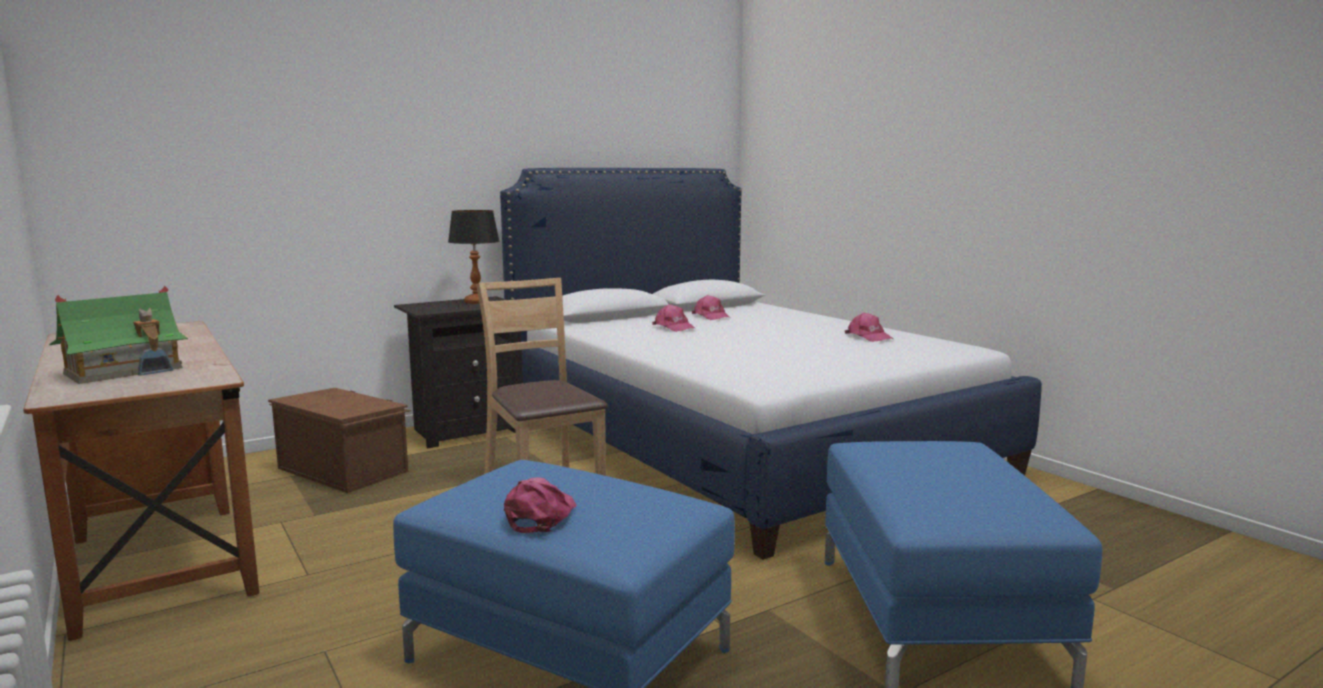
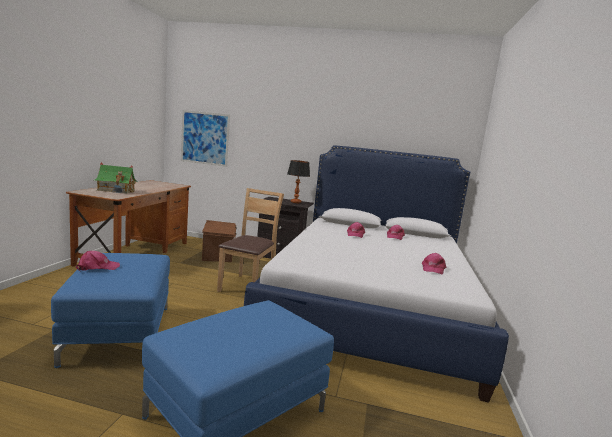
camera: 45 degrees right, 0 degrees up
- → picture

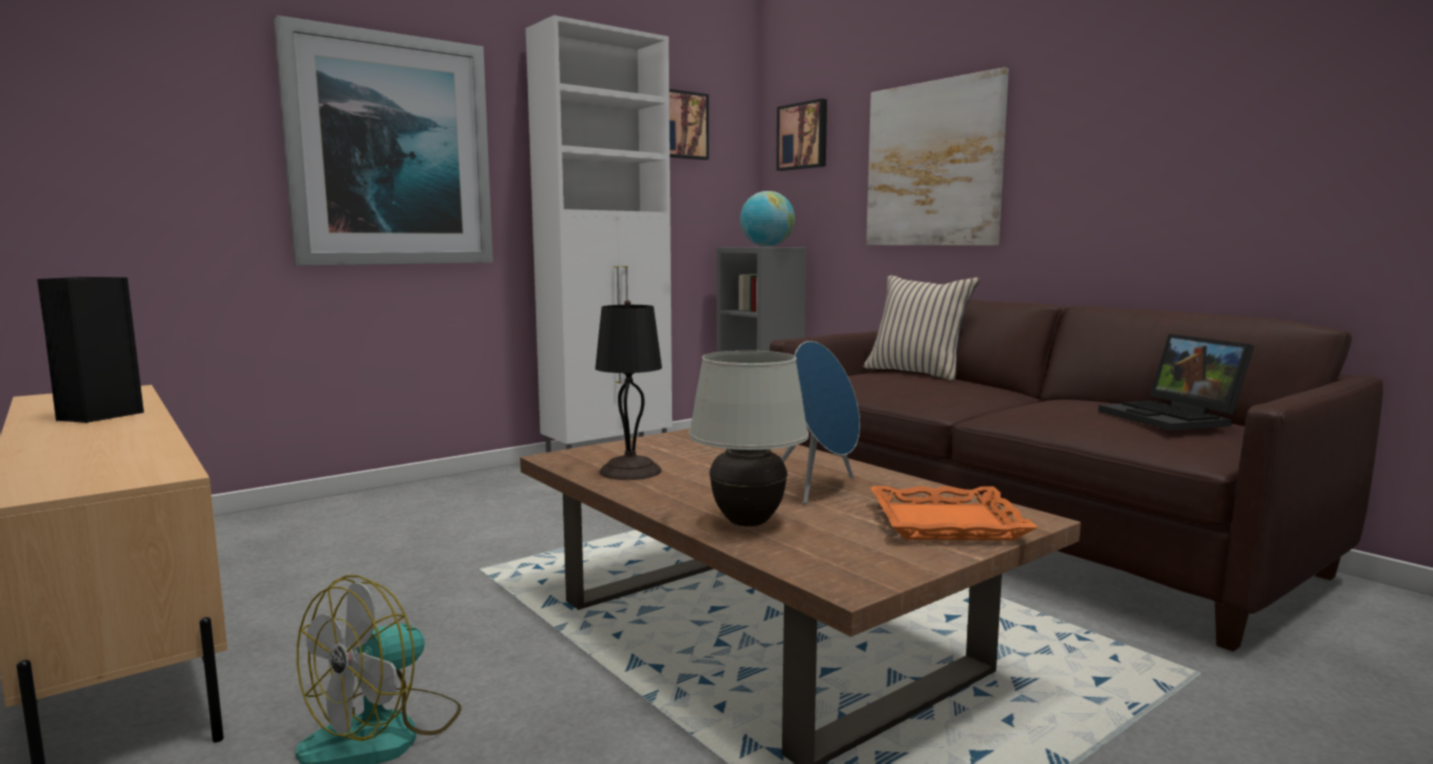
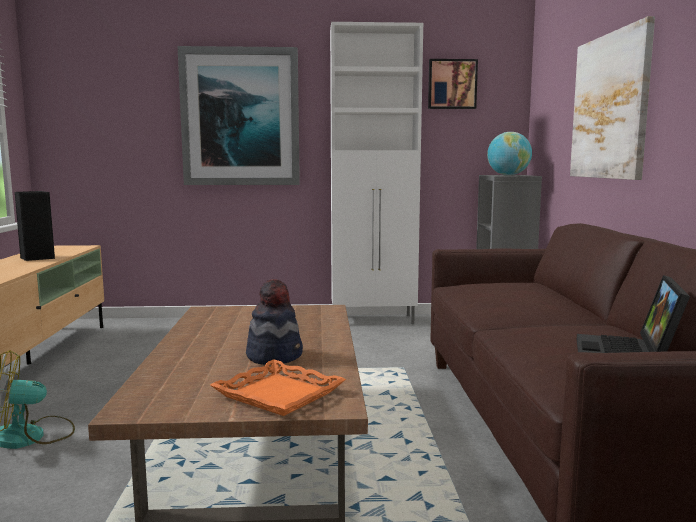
camera: 35 degrees right, 0 degrees up
black-coloured lamp for a table → -
whitish lamp for a table → -
picture (no. 3 from left) → -
blue-coloured loudspeaker → clothing hat
sand-coloured pillow → -

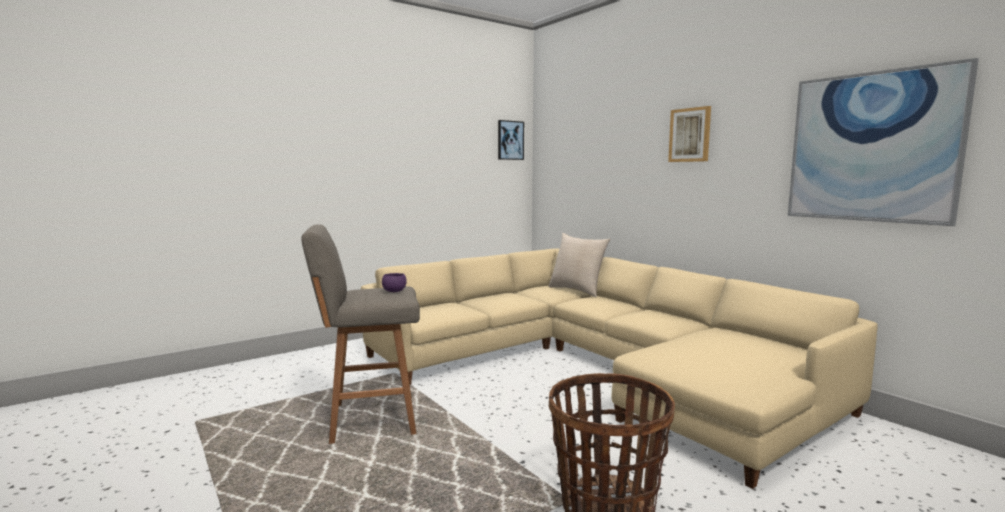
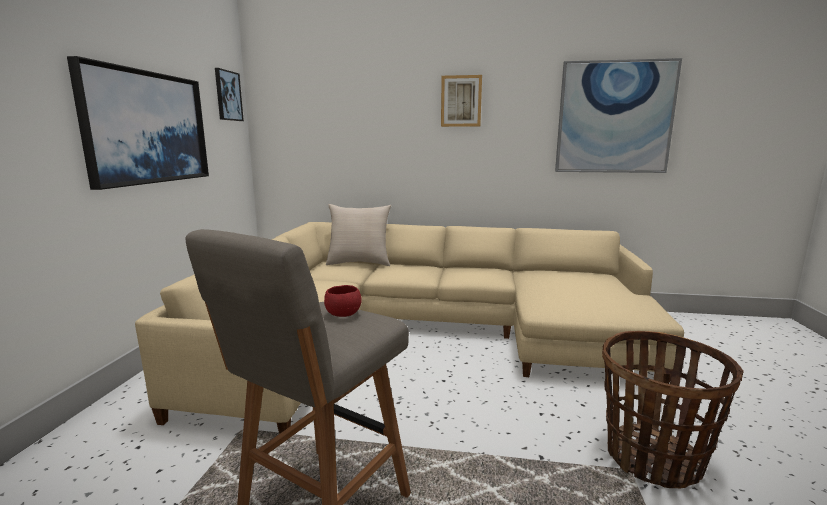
camera: 45 degrees left, 5 degrees up
purple deep dish → reddish deep dish
- → picture (no. 1 from left)

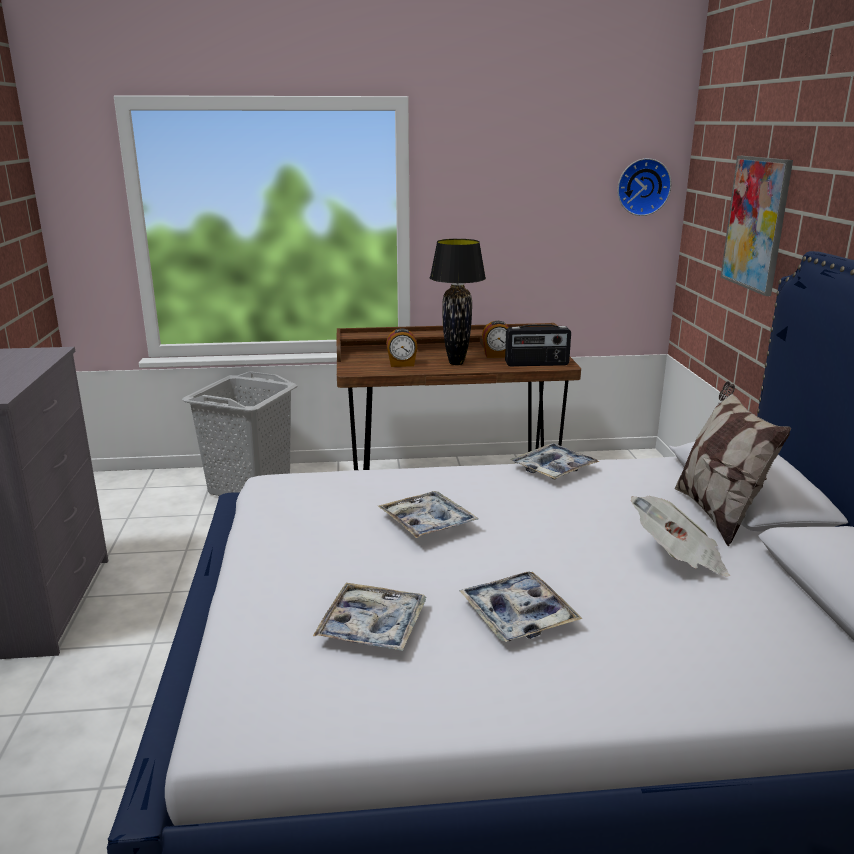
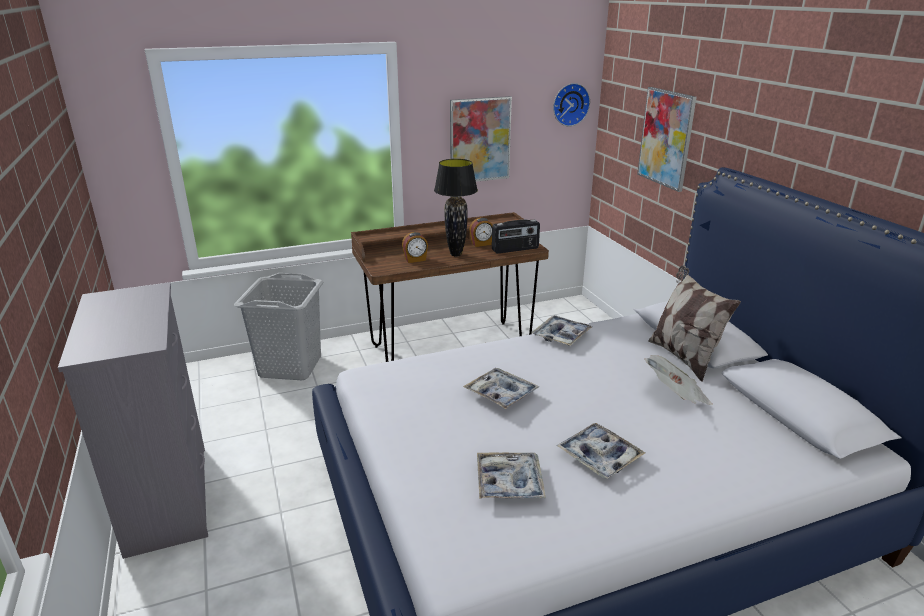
camera: 15 degrees left, 5 degrees up
- → picture (no. 1 from left)

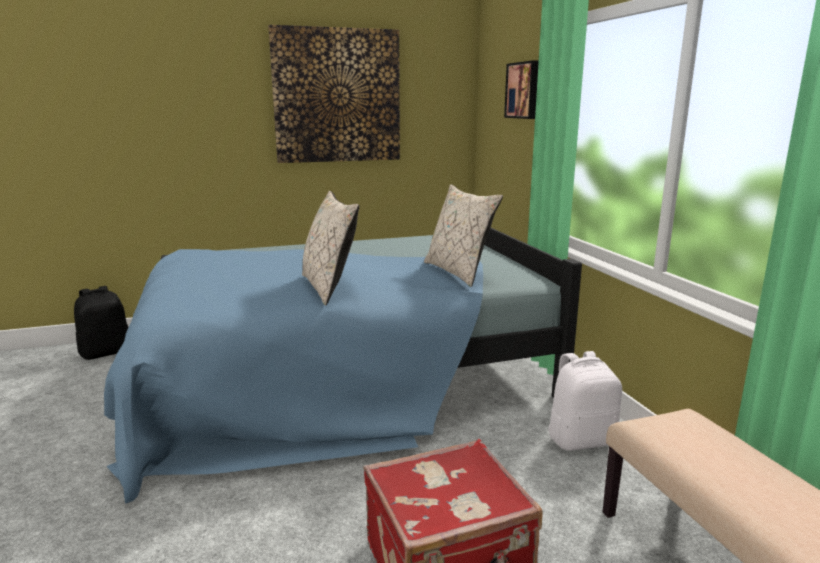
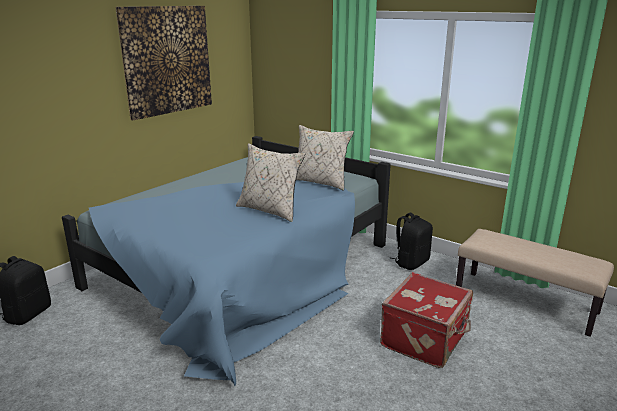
camera: 35 degrees left, 5 degrees up
picture (no. 2 from left) → -
whitish backpack → black-coloured backpack (no. 2 from left)

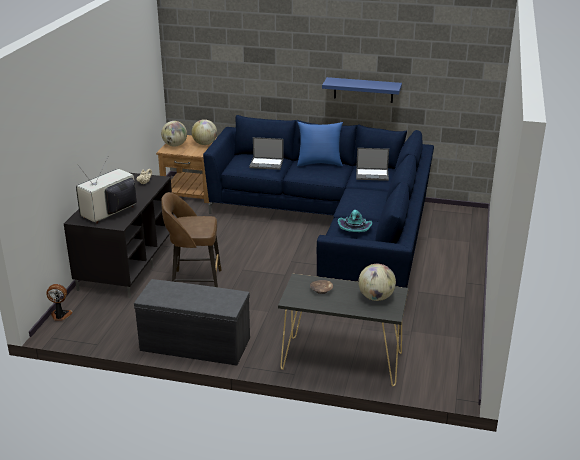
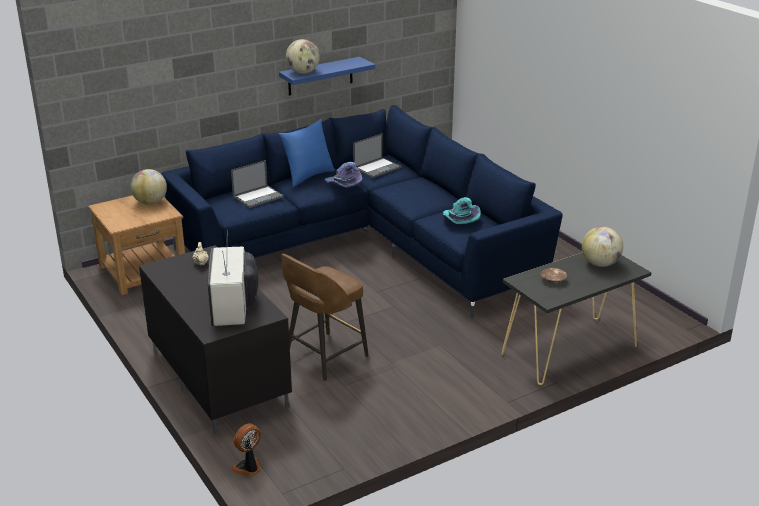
camera: 45 degrees left, 0 degrees up
gray indoor bench → -
world globe (no. 1 from left in the first image) → world globe (no. 2 from left), relocated
- → purple clothing hat

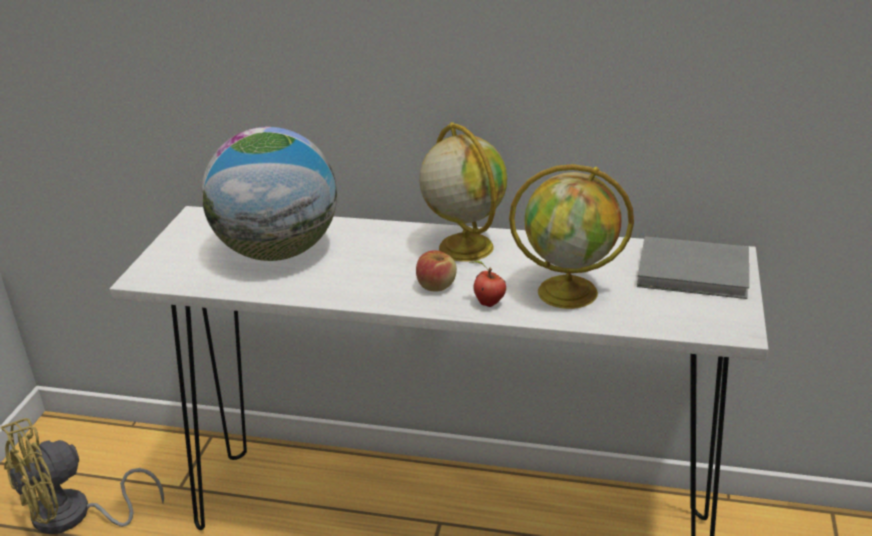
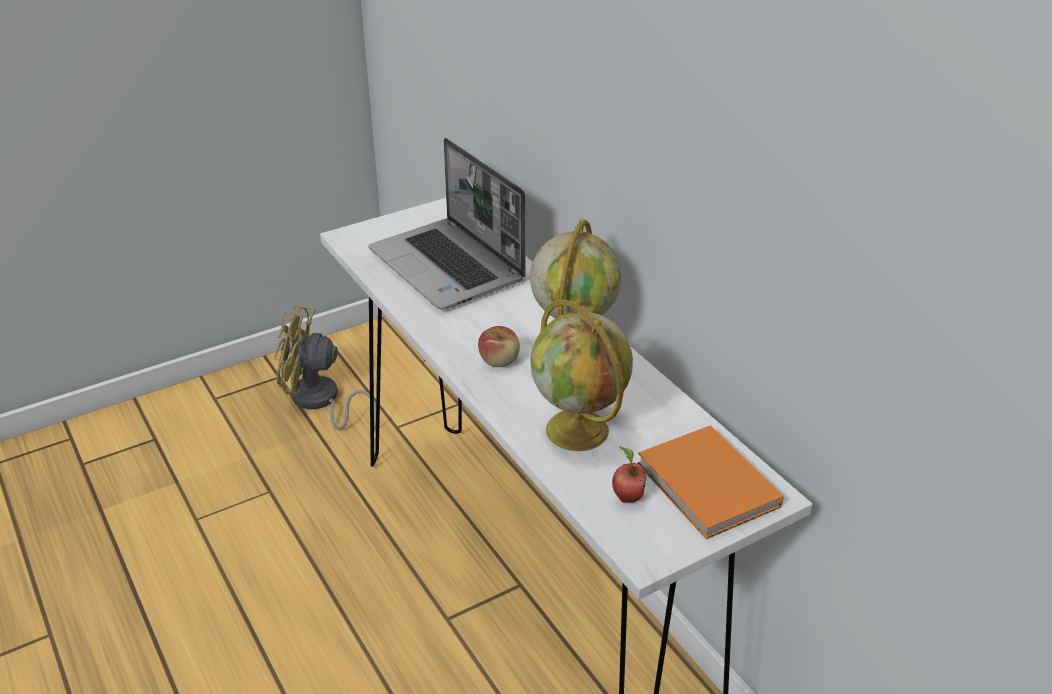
camera: 45 degrees right, 5 degrees up
world globe (no. 1 from left) → laptop
apple fruit (no. 2 from left), relocated
gray book → orange book

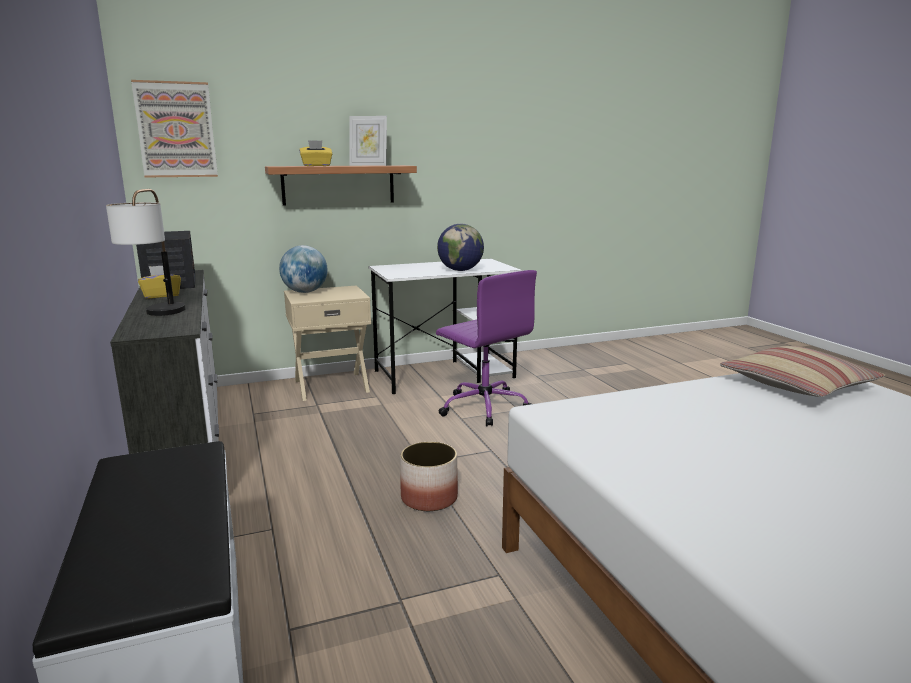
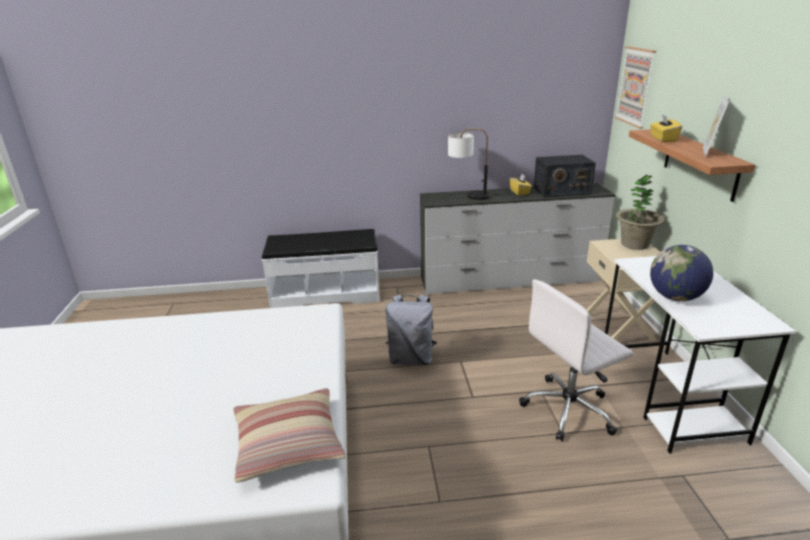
camera: 105 degrees right, 10 degrees up
world globe (no. 1 from left) → houseplant
flower pot → gray backpack
purple desk chair → whitish desk chair

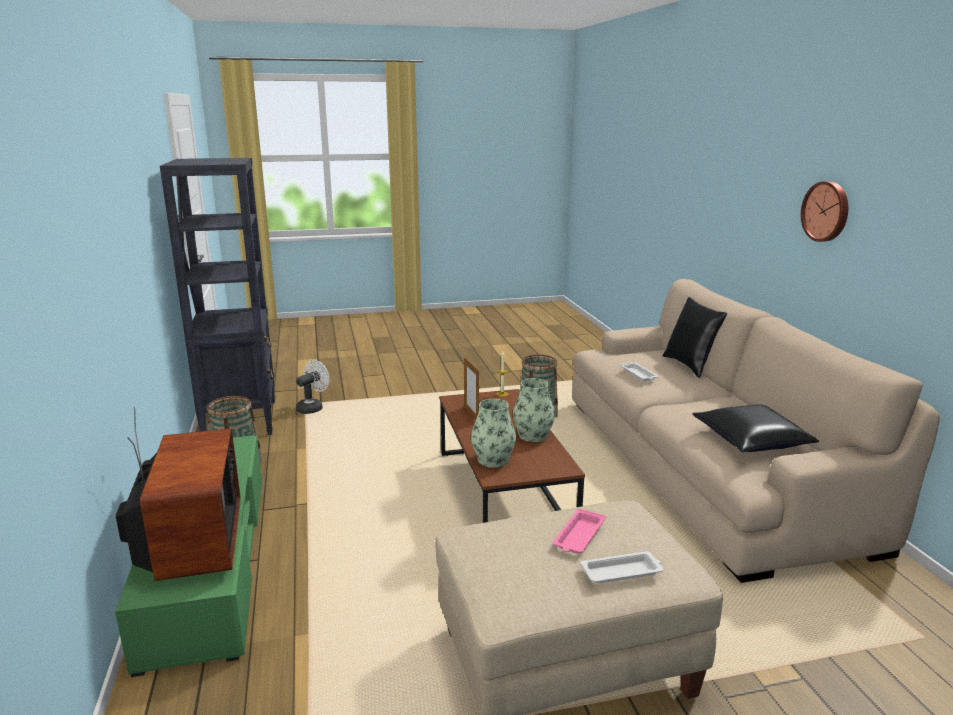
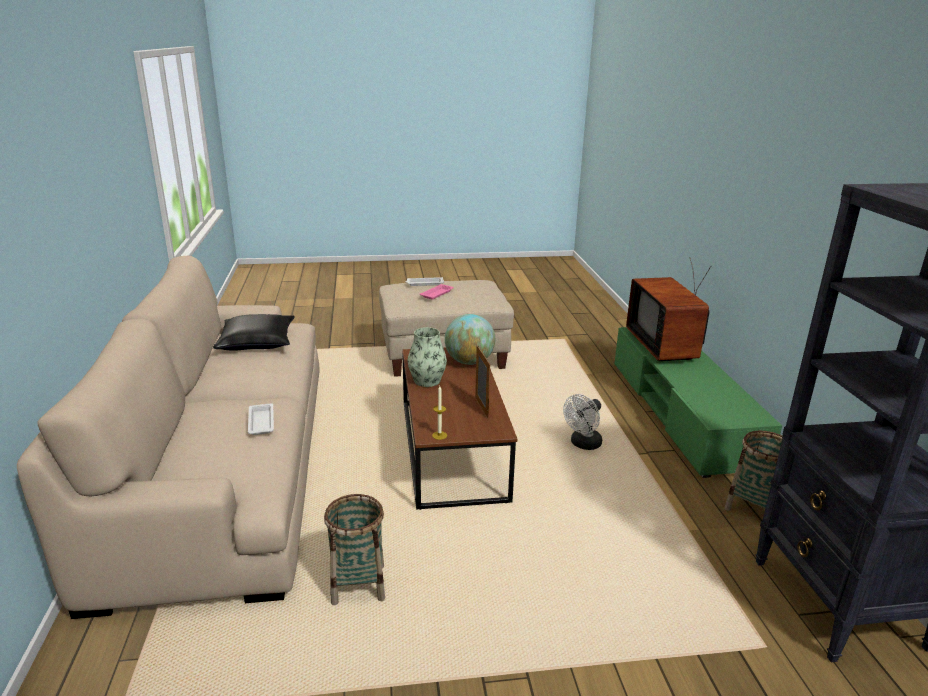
camera: 175 degrees left, 5 degrees up
whitish electric fan, relocated
decorative vase (no. 1 from left) → world globe
black-coloured pillow (no. 1 from left) → -
hanging clock → -

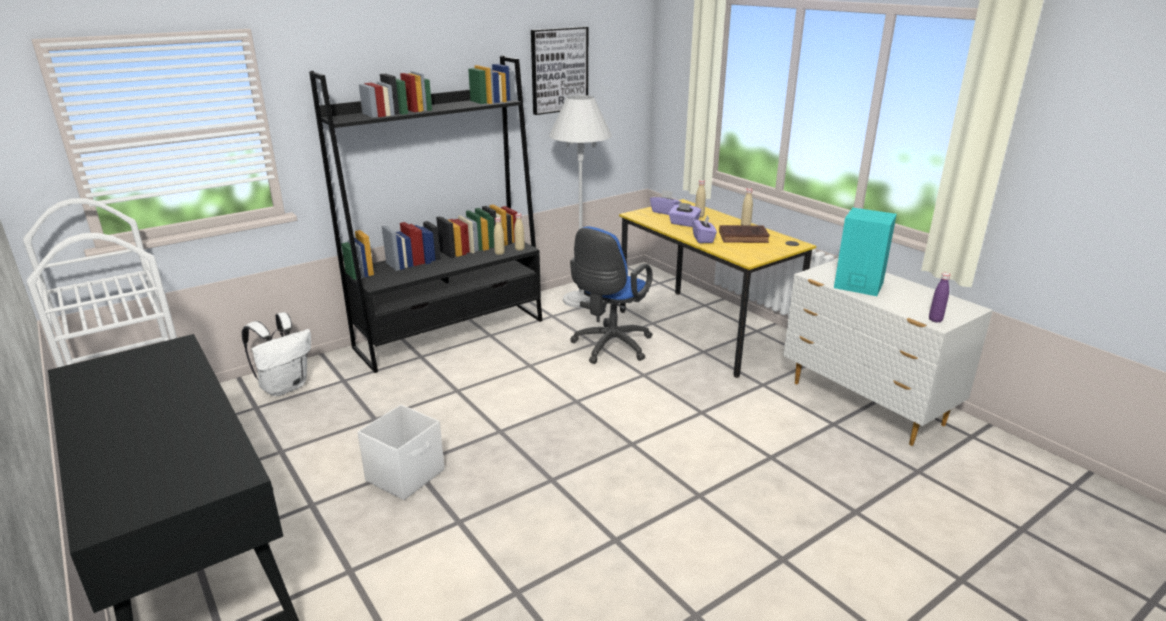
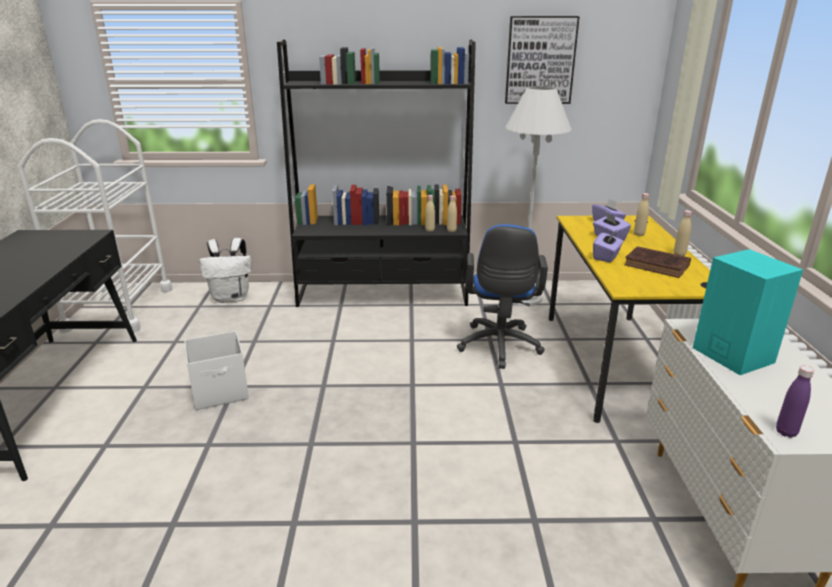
camera: 35 degrees right, 0 degrees up
blue-coloured desk chair, 60 degrees counterclockwise

